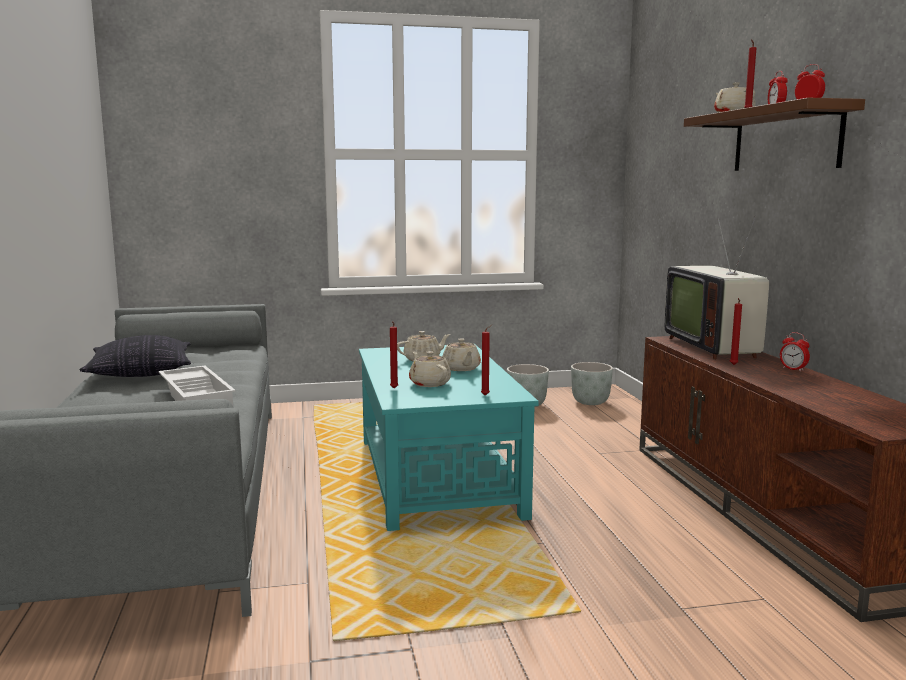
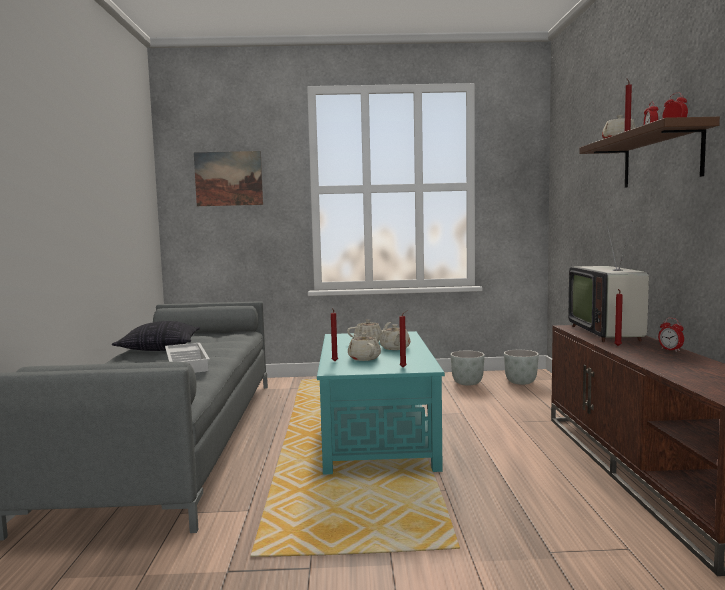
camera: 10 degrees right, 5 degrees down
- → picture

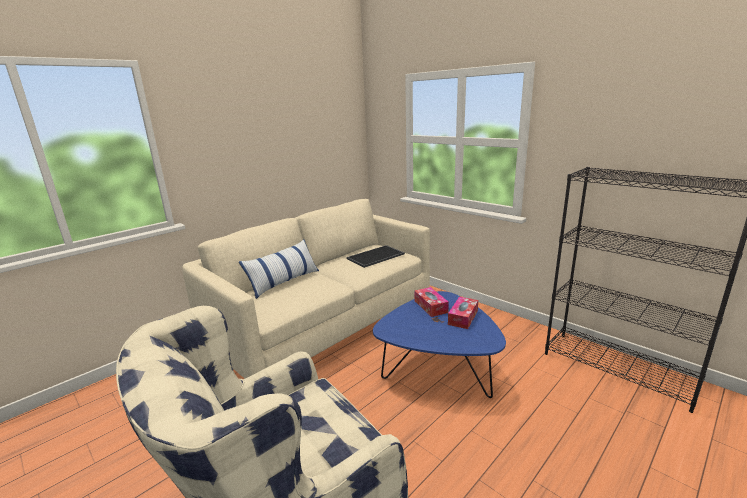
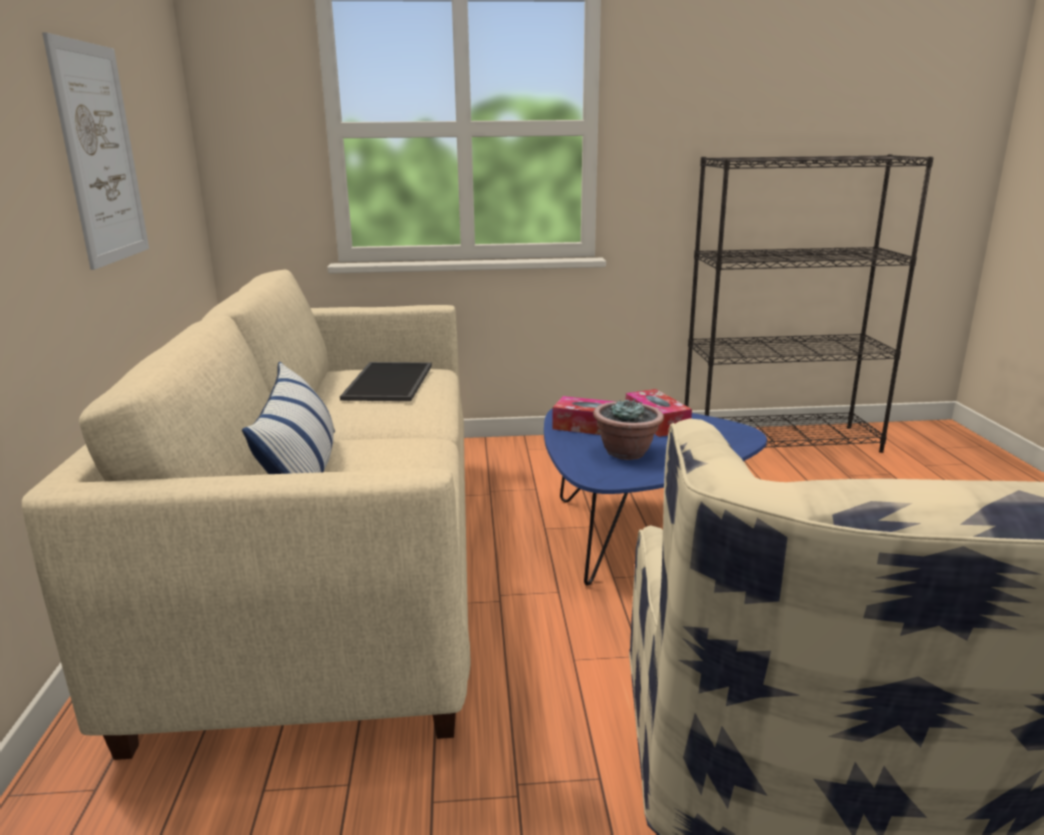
camera: 50 degrees left, 0 degrees up
- → picture
- → houseplant

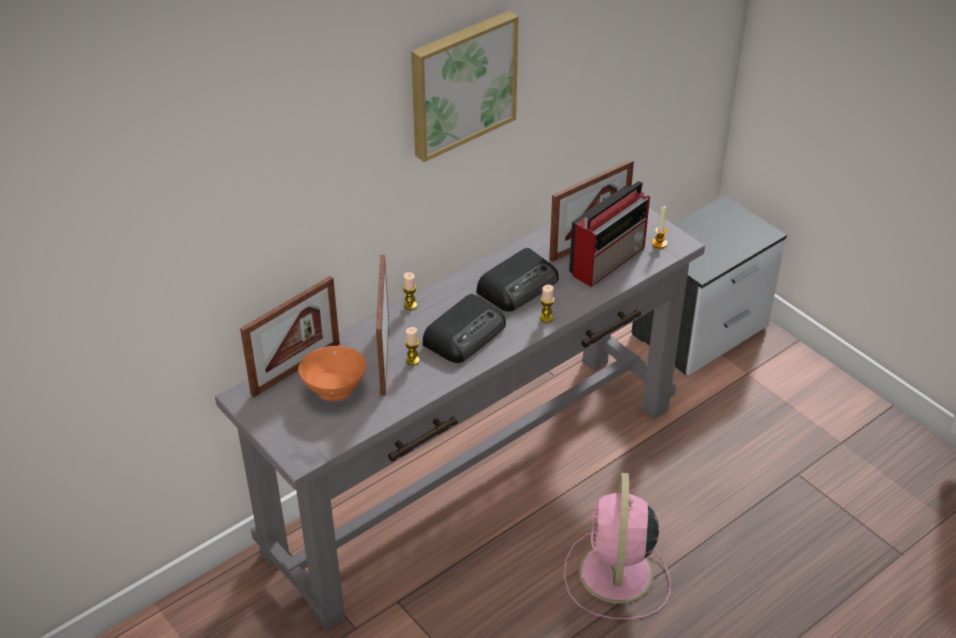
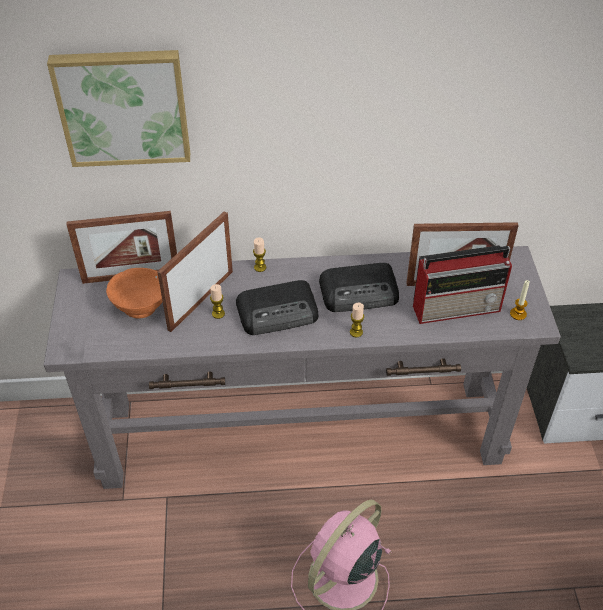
camera: 35 degrees right, 5 degrees up
picture, relocated

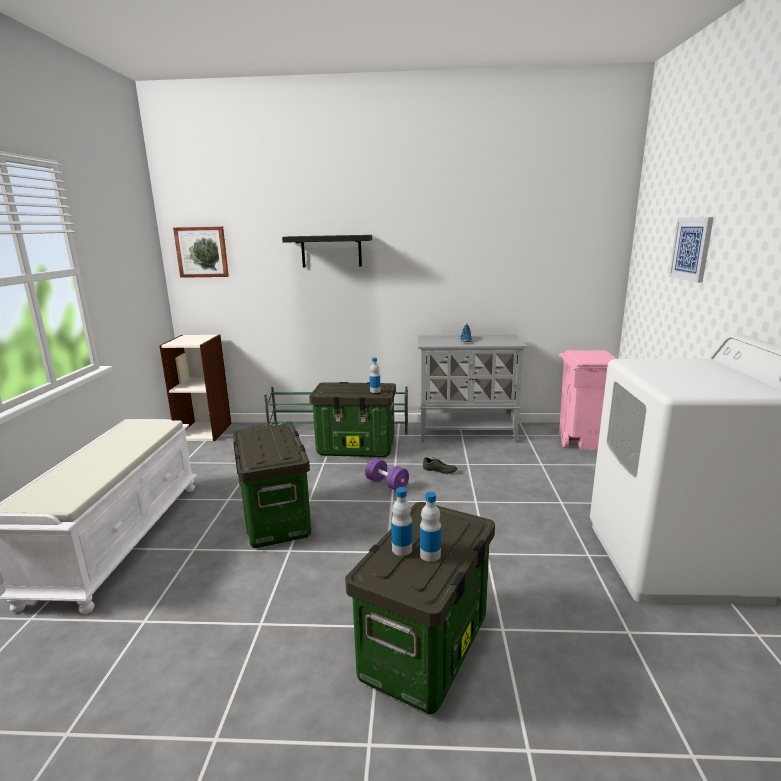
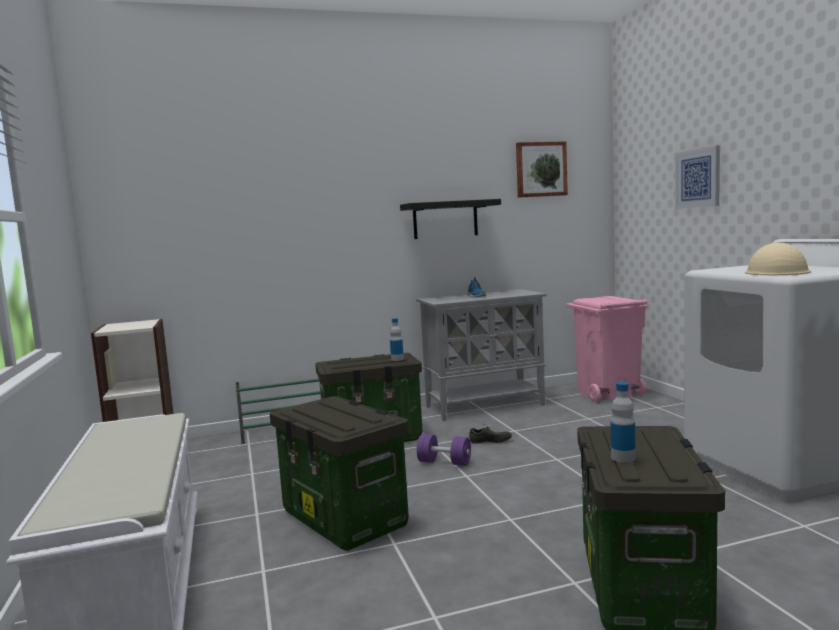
camera: 20 degrees left, 10 degrees down
picture (no. 1 from left), relocated
black-coloured bracket shelf, relocated
beverage bottle (no. 3 from left) → -
- → sand-coloured hard hat

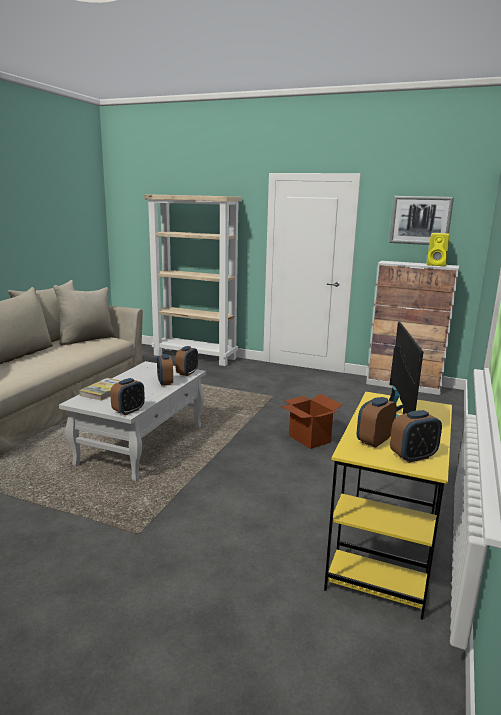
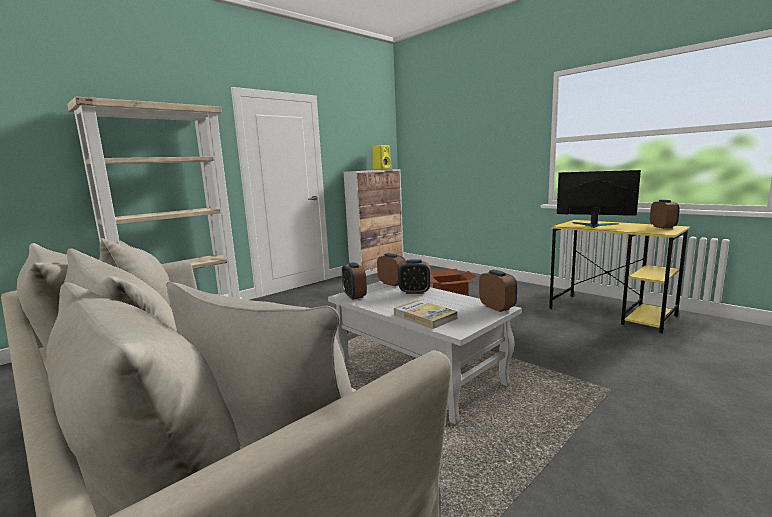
camera: 65 degrees left, 5 degrees down
table clock (no. 4 from left in the first image) → table clock (no. 1 from left), relocated
picture → -

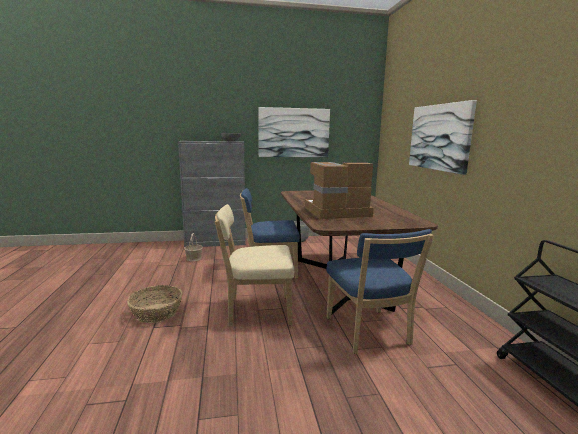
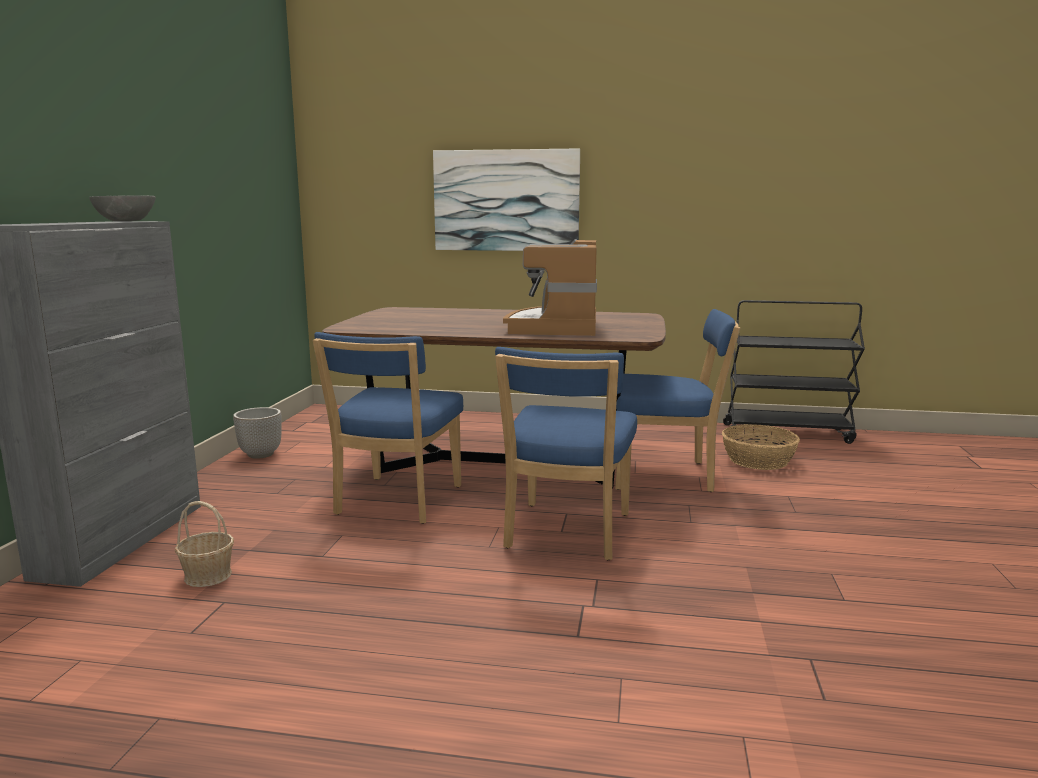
camera: 70 degrees left, 0 degrees up
household basket (no. 1 from left in the first image) → household basket (no. 2 from left), relocated
sand-coloured plain chair → blue-coloured plain chair (no. 2 from left)
picture (no. 1 from left) → -

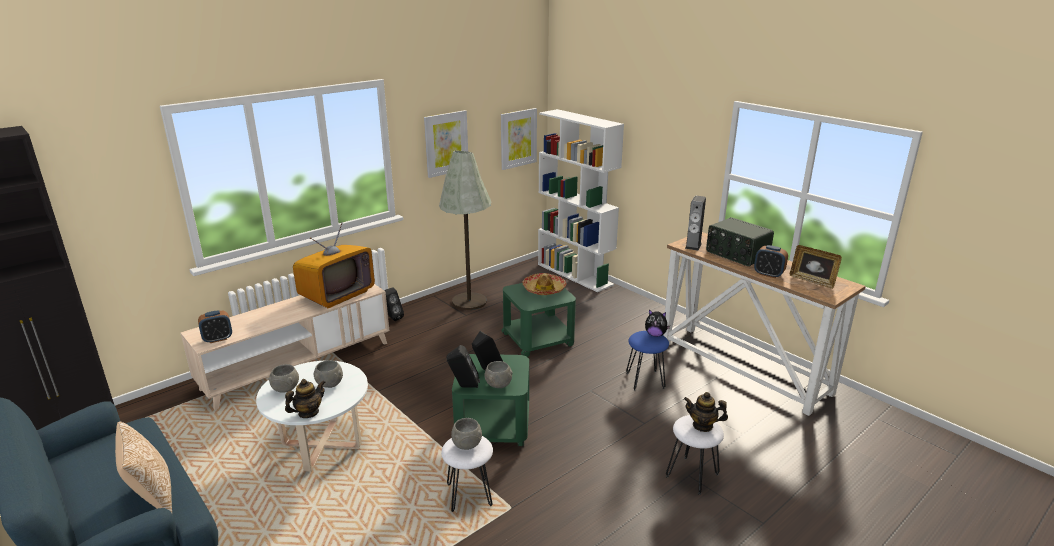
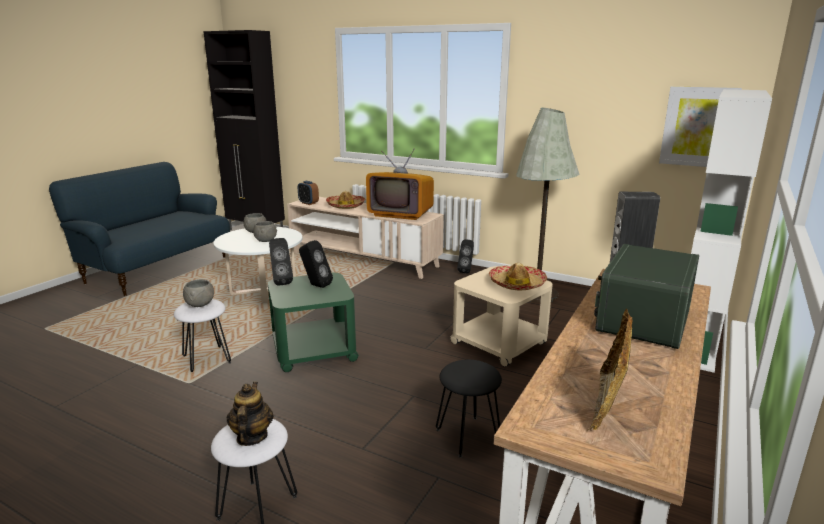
camera: 70 degrees right, 5 degrees down
pillow → -
tea pot (no. 1 from left) → -
picture (no. 1 from left) → -
gray deep dish (no. 4 from left) → -
green accent table (no. 2 from left) → sand-coloured accent table
blue-coloured stool → black-coloured stool
soft toy → -
table clock (no. 2 from left) → -
- → clothing hat (no. 1 from left)

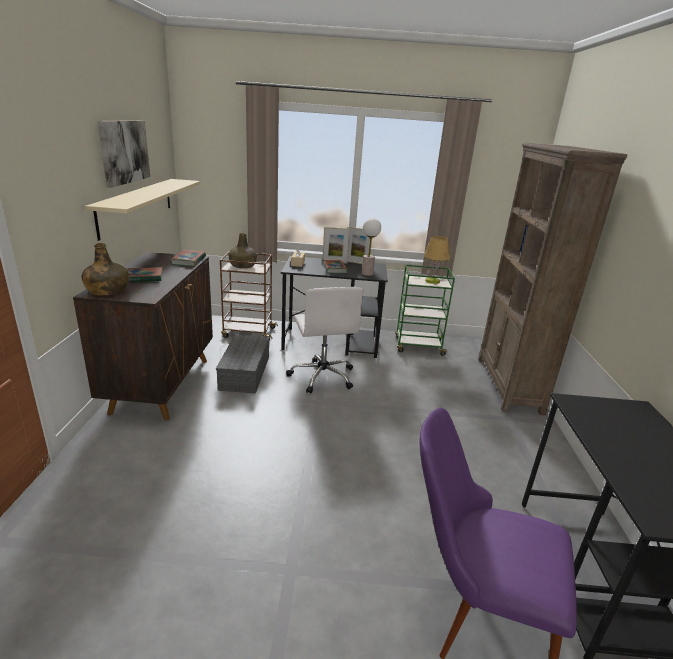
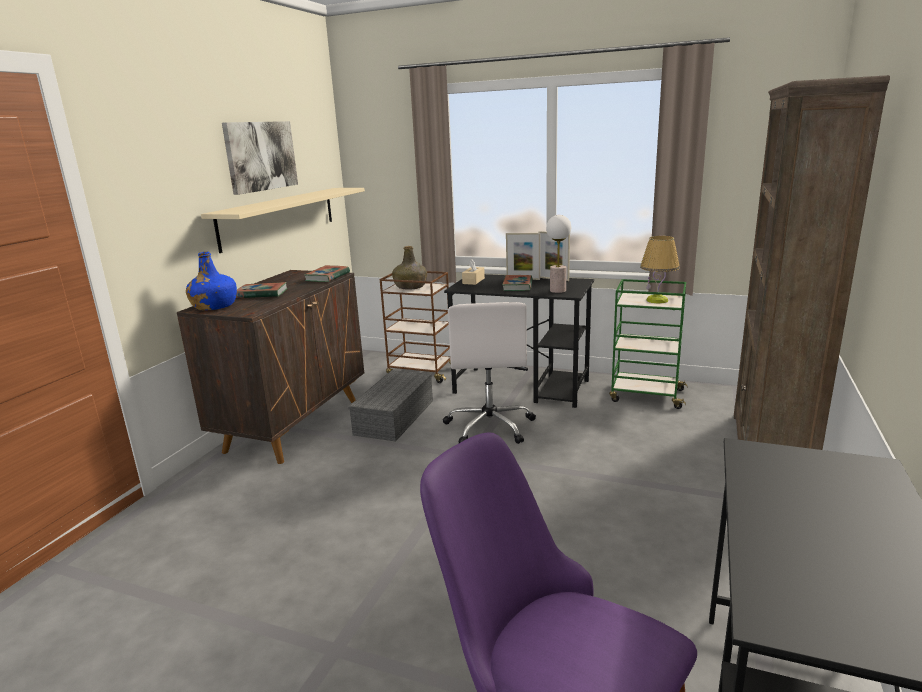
camera: 20 degrees right, 5 degrees down
green beverage bottle (no. 1 from left) → blue-coloured beverage bottle

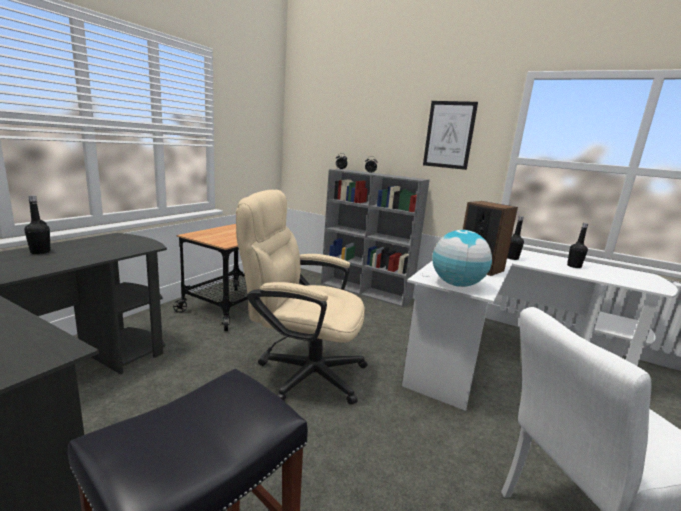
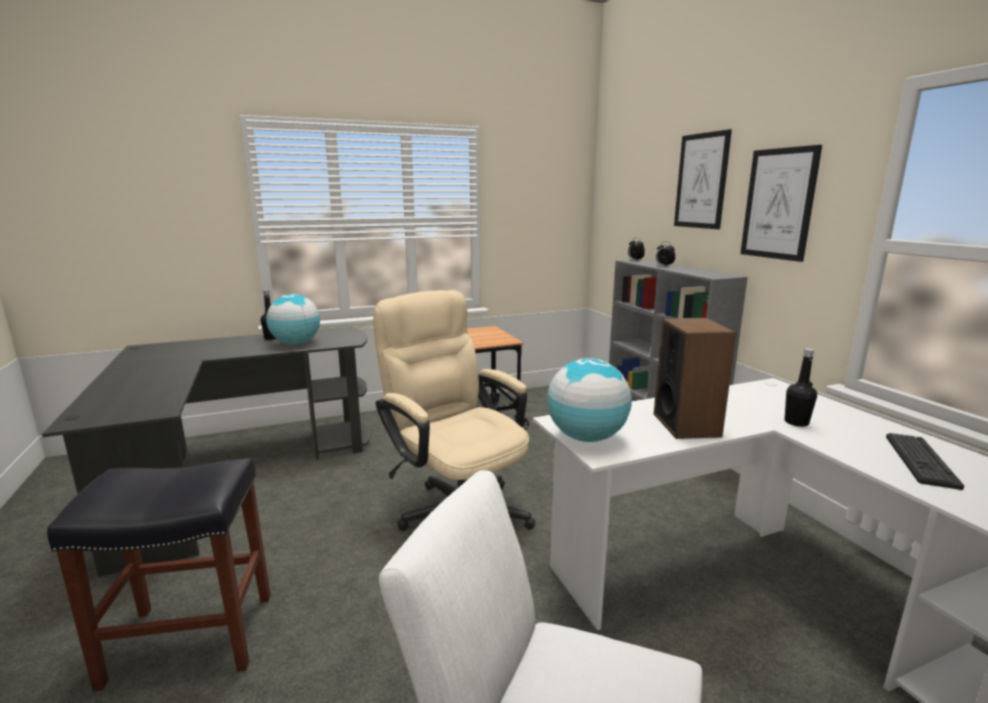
camera: 40 degrees right, 0 degrees up
black-coloured beverage bottle (no. 3 from left) → keyboard
- → world globe (no. 1 from left)
- → picture (no. 1 from left)

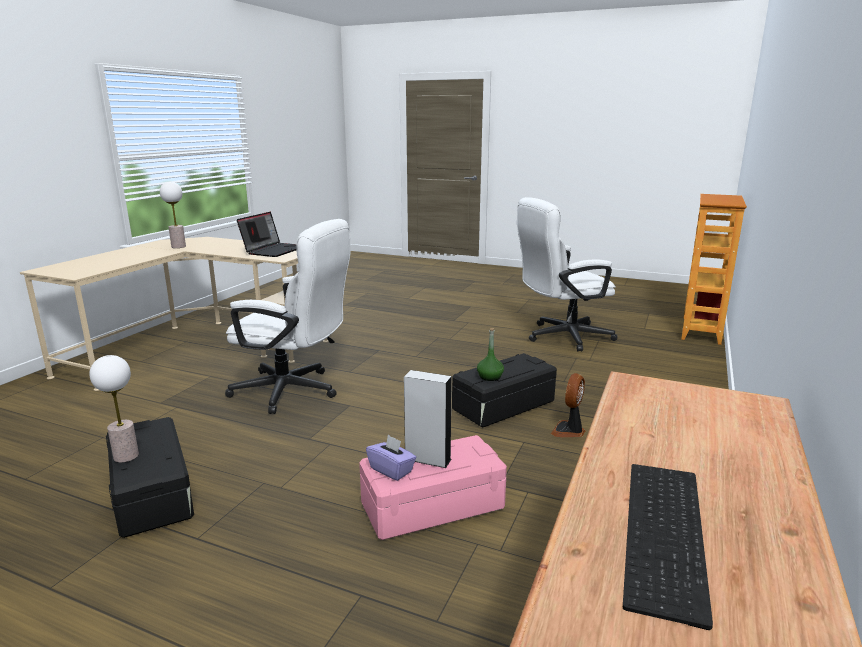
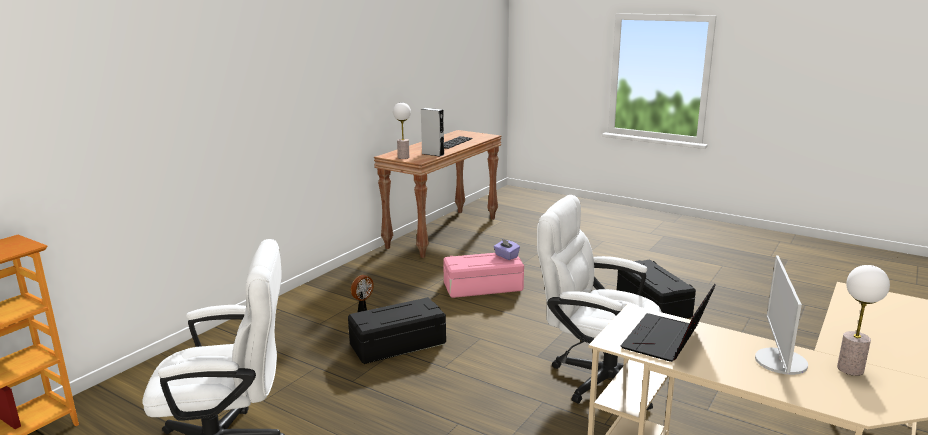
camera: 170 degrees left, 0 degrees up
lamp for a table (no. 1 from left), relocated
gray loudspeaker, relocated
green beverage bottle → -
- → computer screen

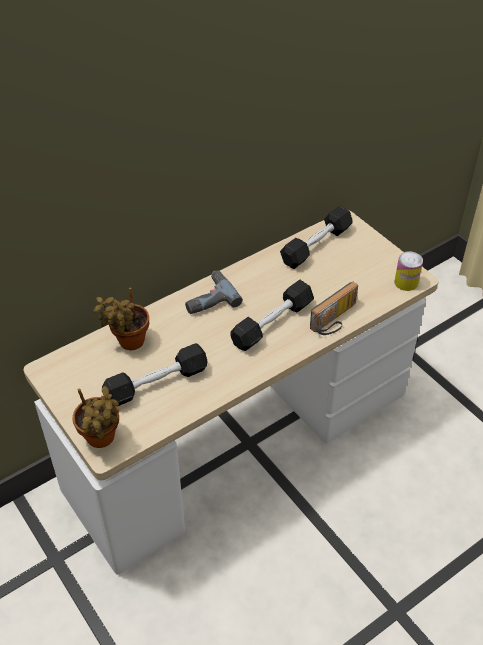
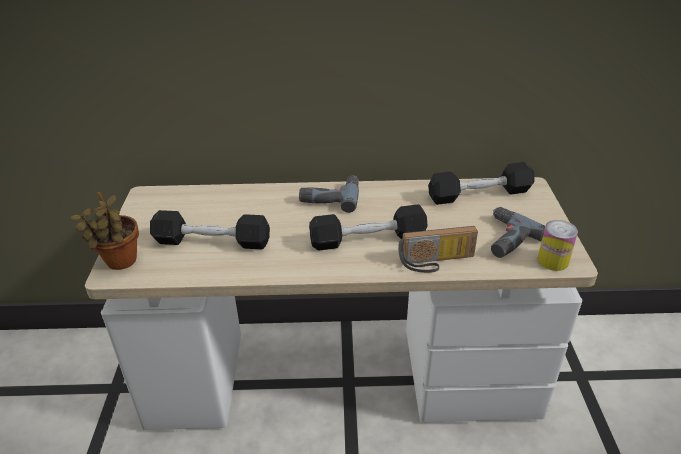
camera: 35 degrees right, 10 degrees down
houseplant (no. 2 from left) → -
- → electric drill (no. 2 from left)

